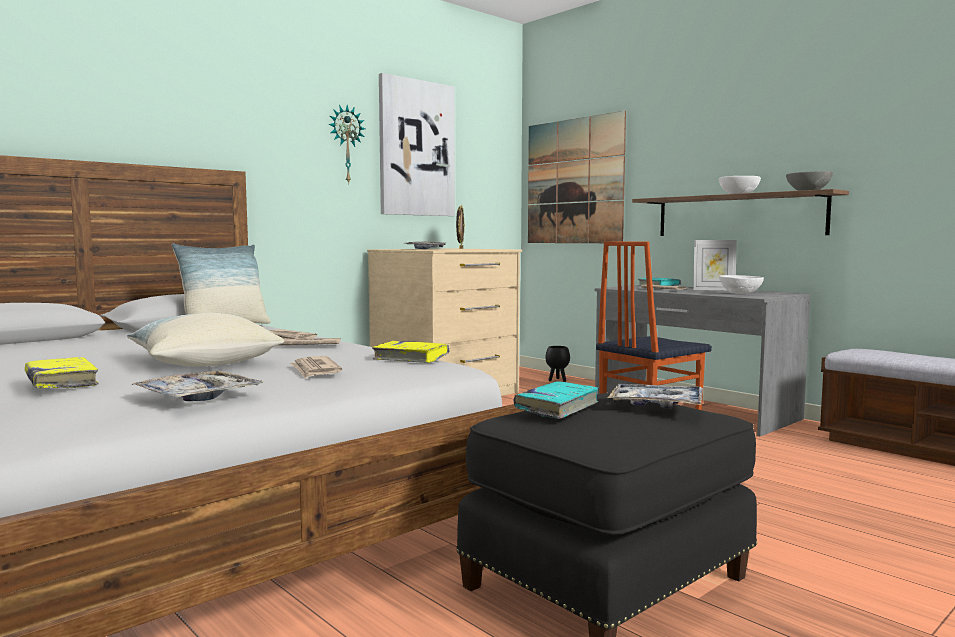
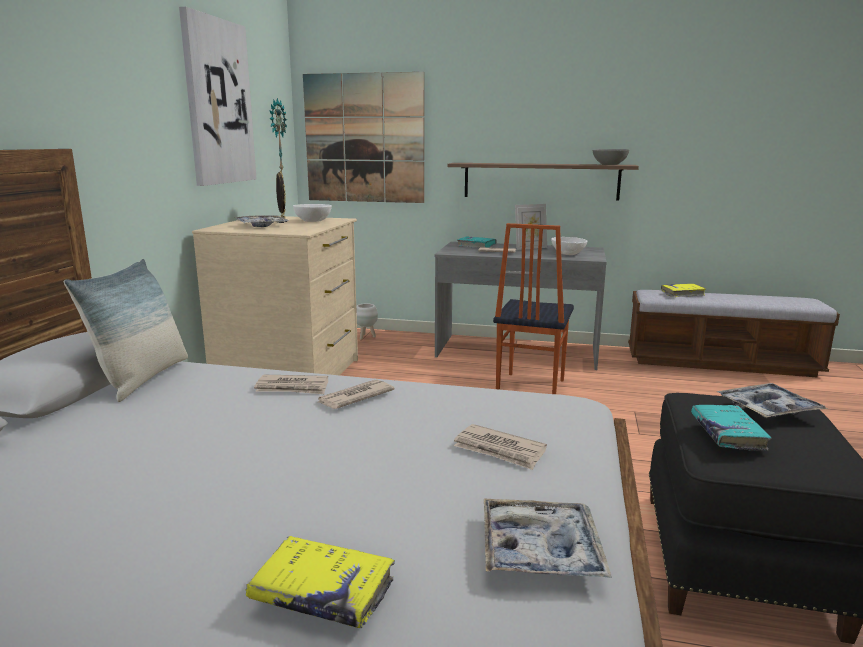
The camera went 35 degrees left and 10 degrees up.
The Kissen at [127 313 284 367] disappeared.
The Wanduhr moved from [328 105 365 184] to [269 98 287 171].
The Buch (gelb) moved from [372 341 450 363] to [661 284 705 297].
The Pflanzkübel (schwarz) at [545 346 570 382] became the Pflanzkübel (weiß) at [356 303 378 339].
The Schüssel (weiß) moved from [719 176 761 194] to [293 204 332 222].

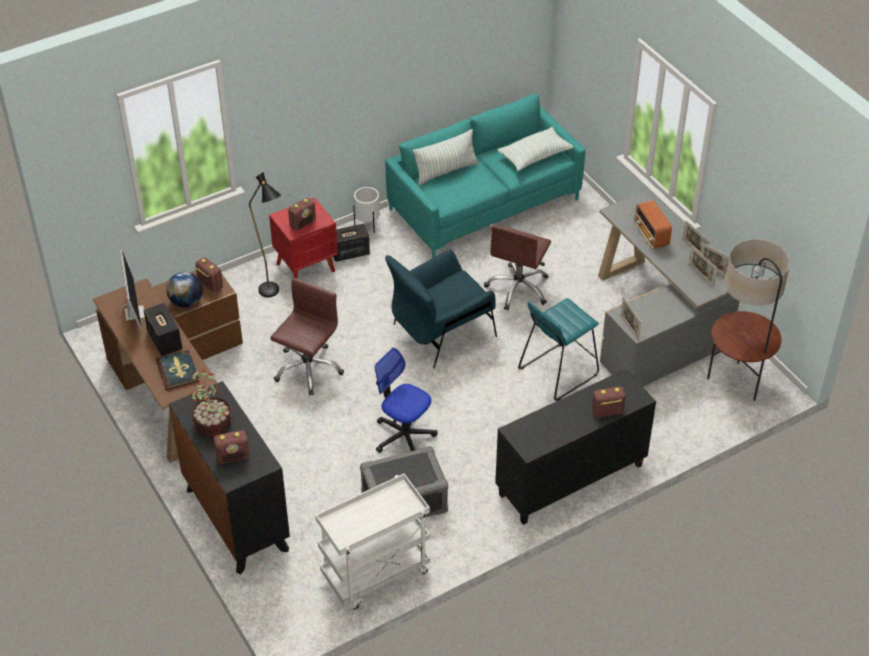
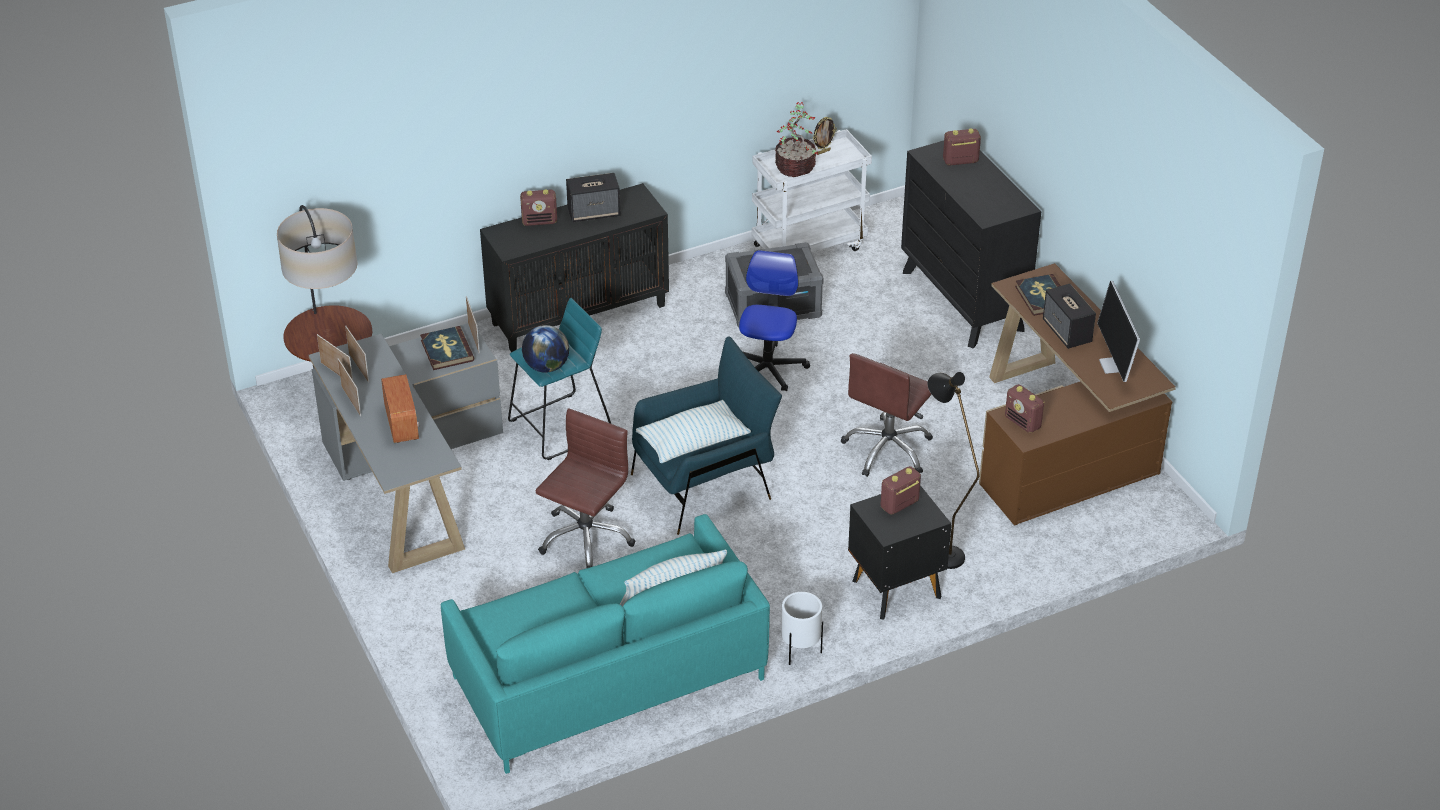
The camera went 175 degrees left and 5 degrees down.
The Globus moved from [166 272 203 308] to [522 325 569 373].
The Topfpflanze moved from [190 370 232 438] to [775 102 818 177].
The Nachttisch (rot) at [269 197 338 279] became the Nachttisch (schwarz) at [848 485 951 620].
The Lautsprecher moved from [333 224 370 262] to [566 173 620 222].
The Bürostuhl at [375 348 438 453] turned 120 degrees counterclockwise.
The Kissen moved from [497 127 574 171] to [636 400 751 463].
The Buch at [420 326 474 370] appeared.
The Bilderrahmen at [813 117 837 155] appeared.

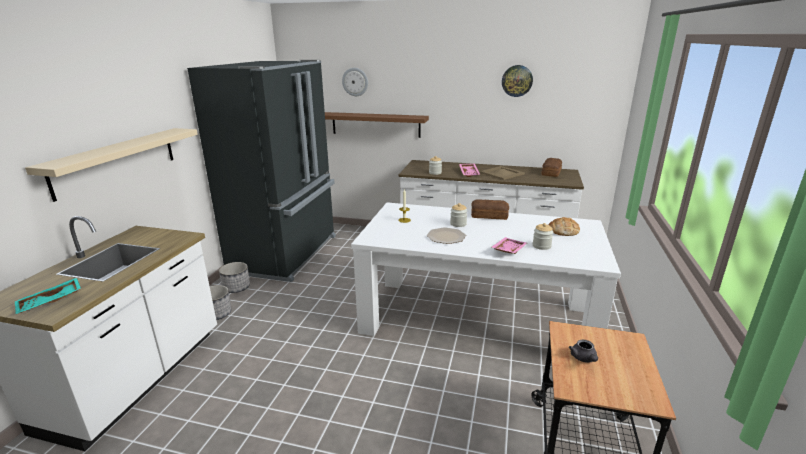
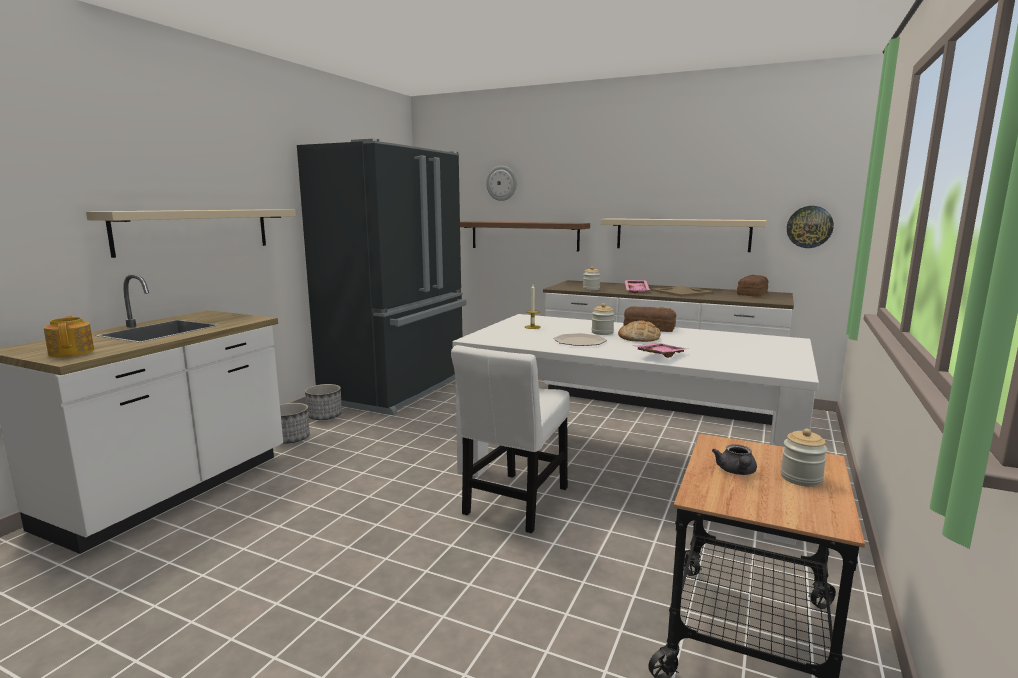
The camera went 10 degrees right and 10 degrees down.
The Tablett (türkis) at [15 278 81 314] was replaced by the Teekanne at [44 316 94 357].
The Wanduhr moved from [502 65 533 97] to [787 206 834 248].
The Vorratsglas moved from [533 223 553 250] to [780 428 828 487].
The Brot moved from [548 217 580 236] to [618 320 661 342].
The Stuhl (weiß) at [451 345 570 533] appeared.
The Wandregal (beige) at [601 218 767 252] appeared.

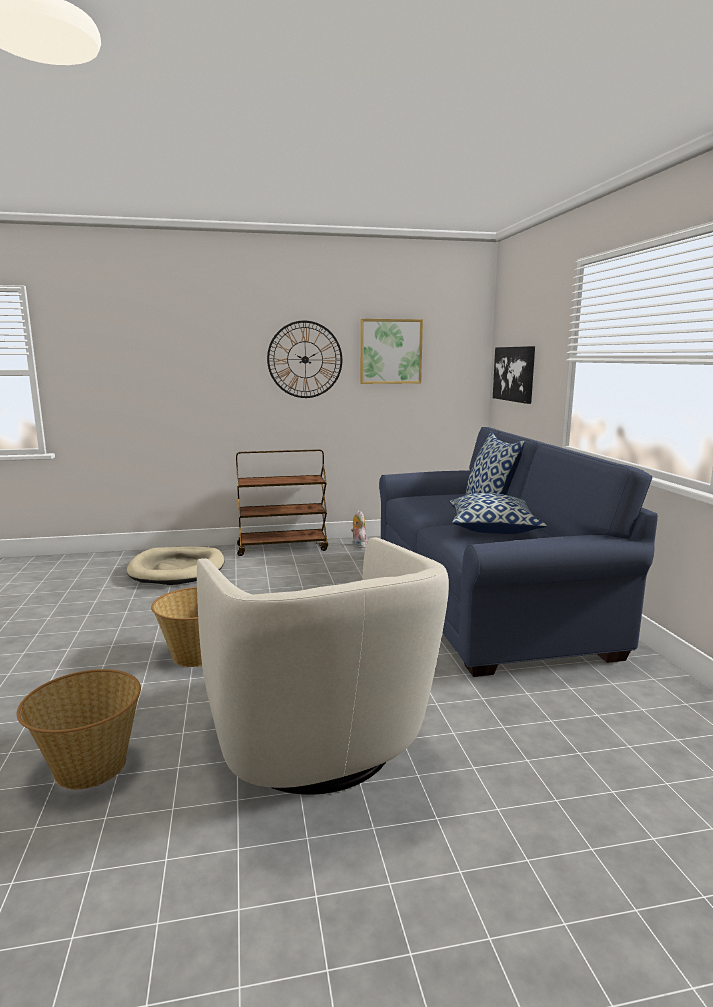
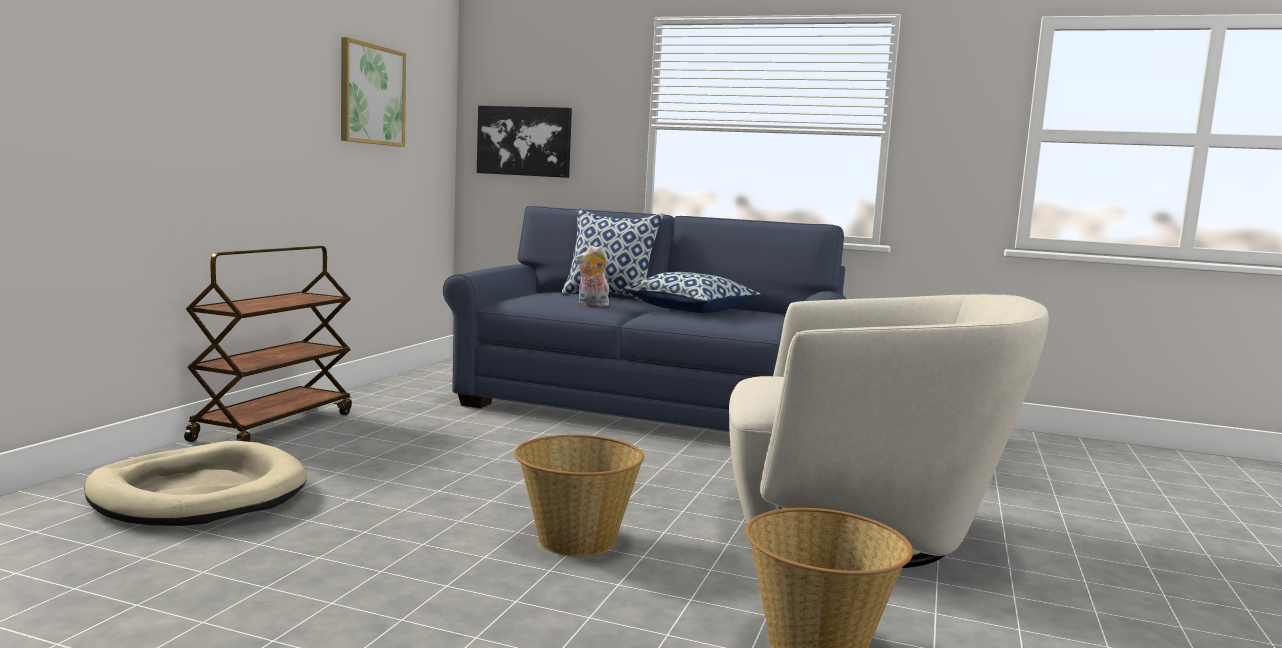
The camera went 60 degrees left and 5 degrees down.
The Wanduhr at [267 321 342 398] disappeared.
The Plüschtier moved from [351 510 367 548] to [575 246 609 307].

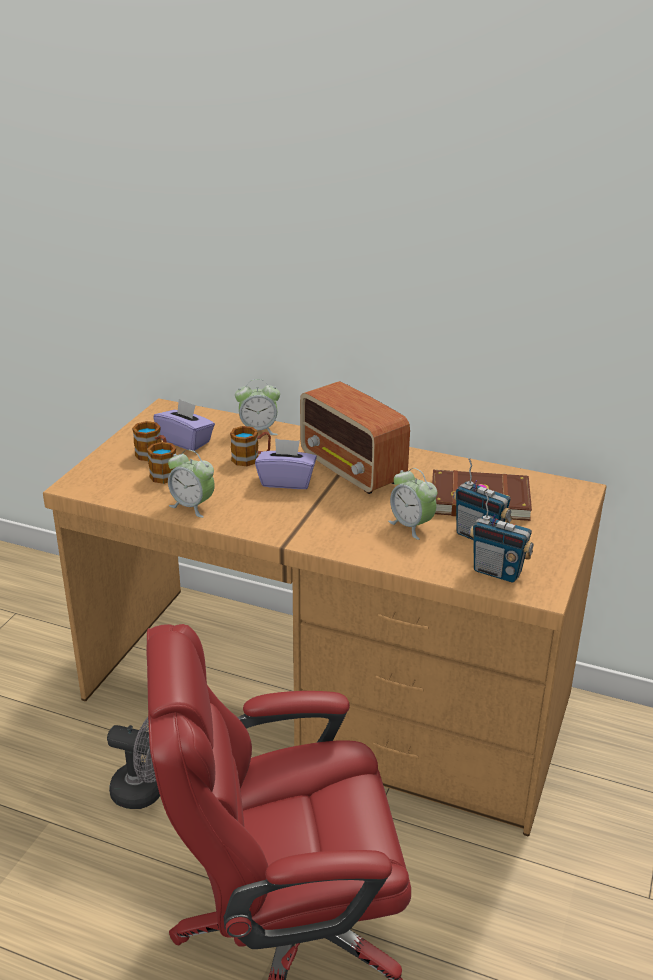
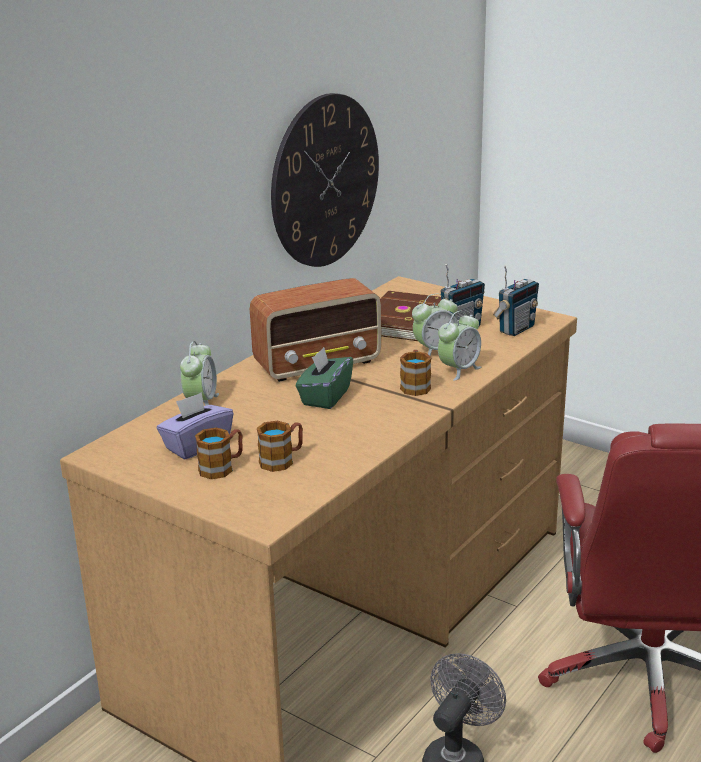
The camera went 75 degrees left and 5 degrees down.
The Wecker moved from [168 449 215 518] to [438 311 481 381].
The Henkelbecher moved from [230 426 271 466] to [400 350 431 396].
The Taschentuchbox (lila) at [255 438 317 489] became the Taschentuchbox (grün) at [296 347 353 409].
The Wanduhr at [271 93 379 267] appeared.

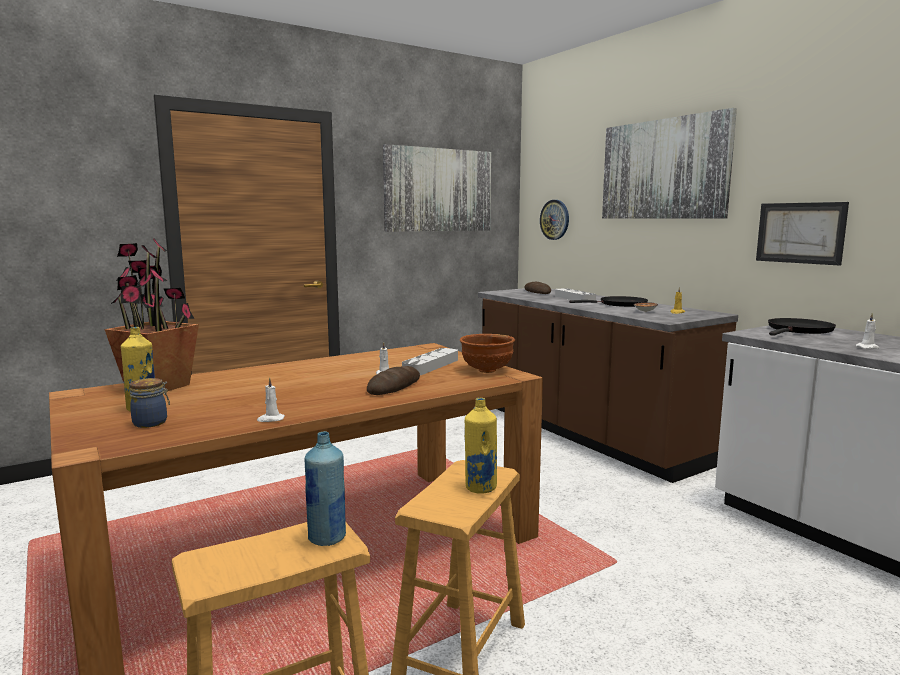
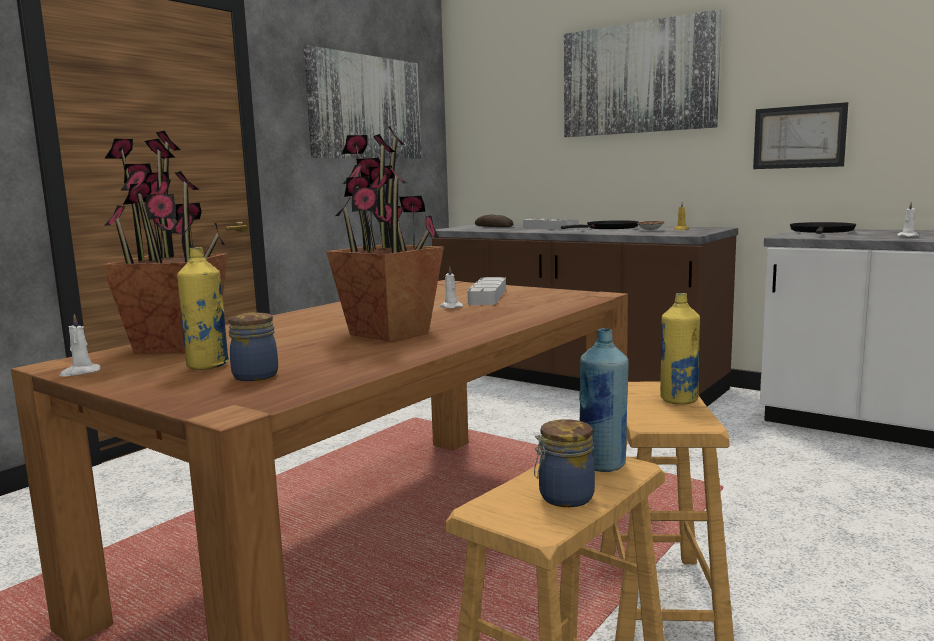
The camera went 20 degrees left and 0 degrees up.
The Kerze (weiß) moved from [257 377 285 422] to [59 314 101 377].
The Brot at [367 366 420 395] disappeared.
The Schüssel (braun) at [460 334 515 373] disappeared.
The Wanduhr at [540 200 569 240] disappeared.
The Topfpflanze at [326 126 444 341] appeared.
The Vorratsglas at [534 419 595 507] appeared.

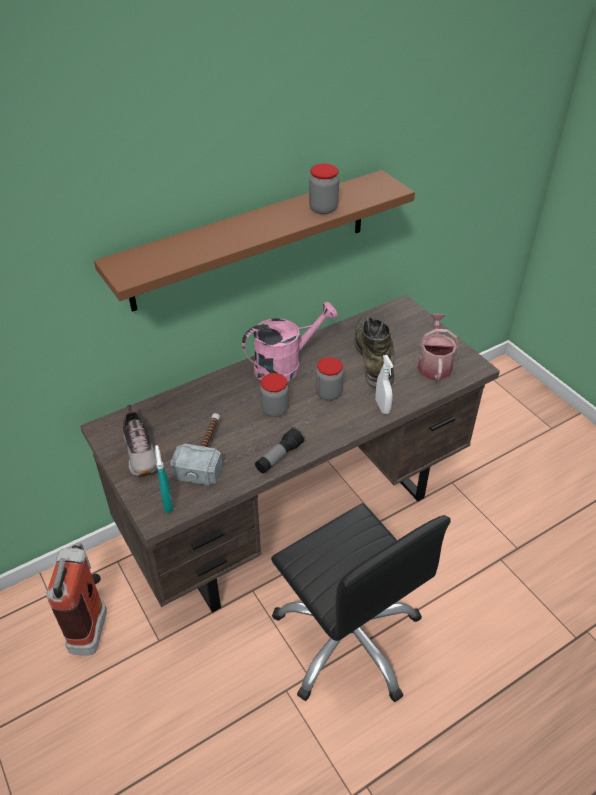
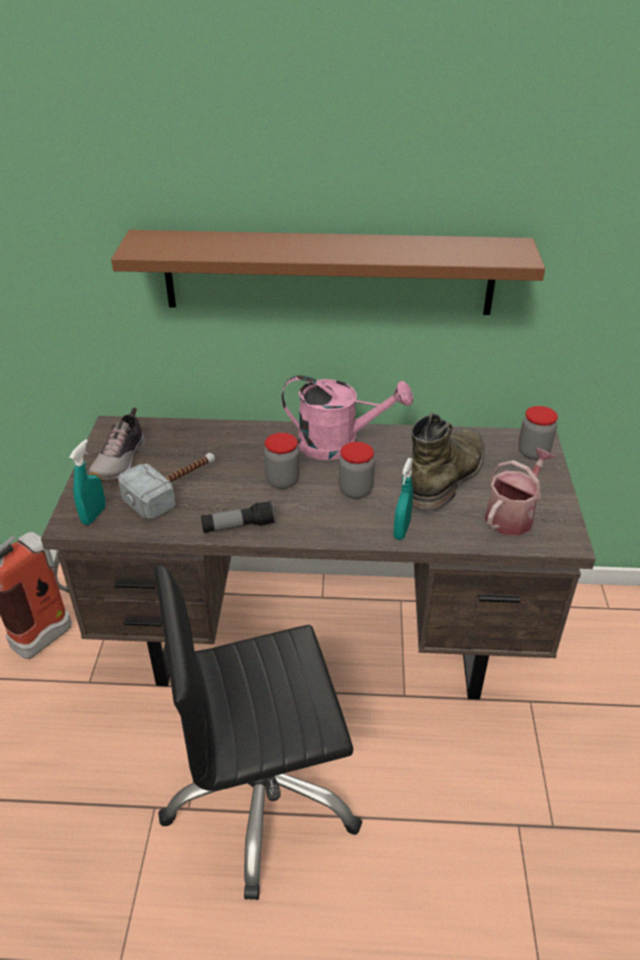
The camera went 35 degrees right and 5 degrees down.
The Bürostuhl (schwarz) at [271 503 451 702] turned 75 degrees clockwise.
The Vorratsglas moved from [309 164 339 214] to [518 406 558 460].
The Sprühflasche (weiß) at [376 355 393 414] became the Sprühflasche (türkis) at [393 458 413 540].

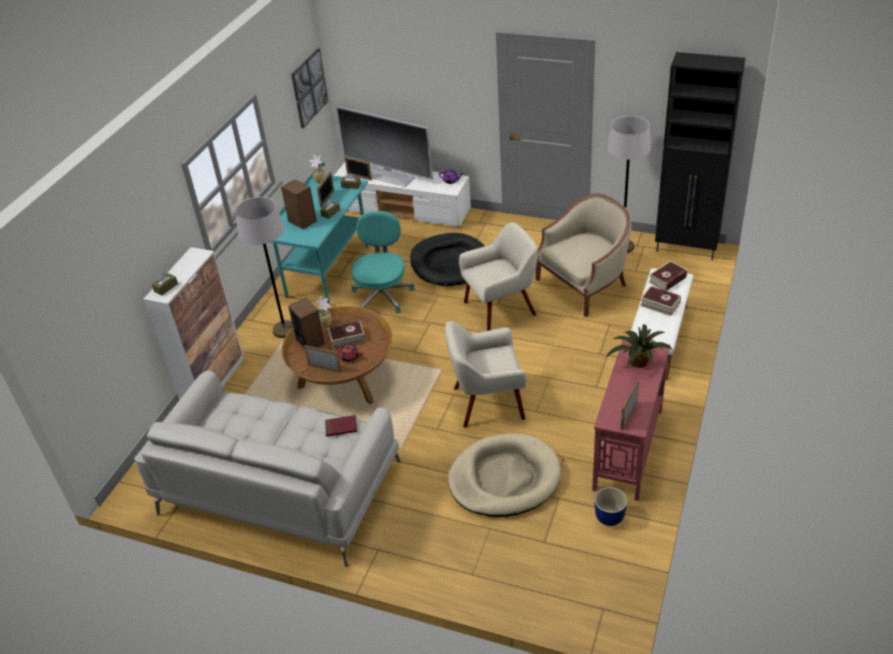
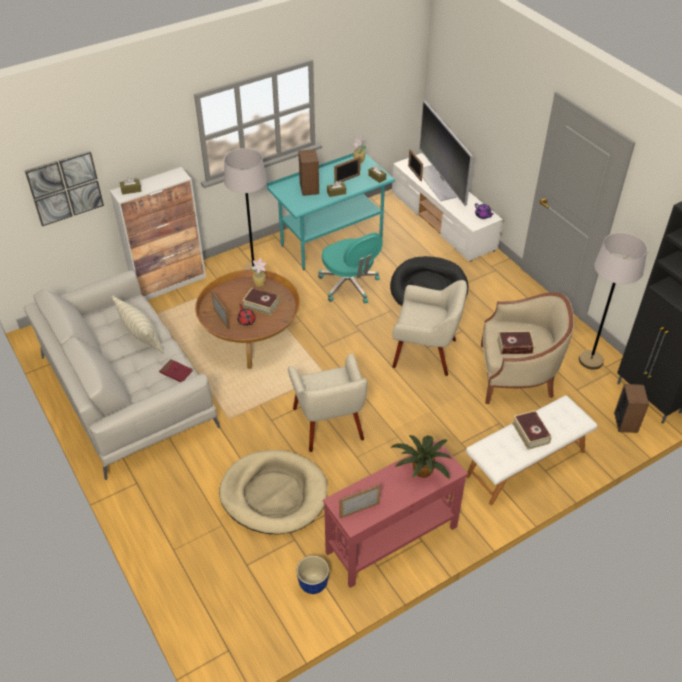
The camera went 35 degrees right and 5 degrees up.
The Lautsprecher moved from [288 298 325 349] to [614 384 649 433].
The Bild moved from [291 48 328 128] to [25 151 104 226].
The Bürostuhl (türkis) at [351 211 415 314] turned 105 degrees clockwise.
The Sessel (beige) at [445 321 526 428] turned 135 degrees counterclockwise.
The Buch moved from [649 261 687 291] to [497 331 535 354].
The Kissen at [112 296 164 354] appeared.

